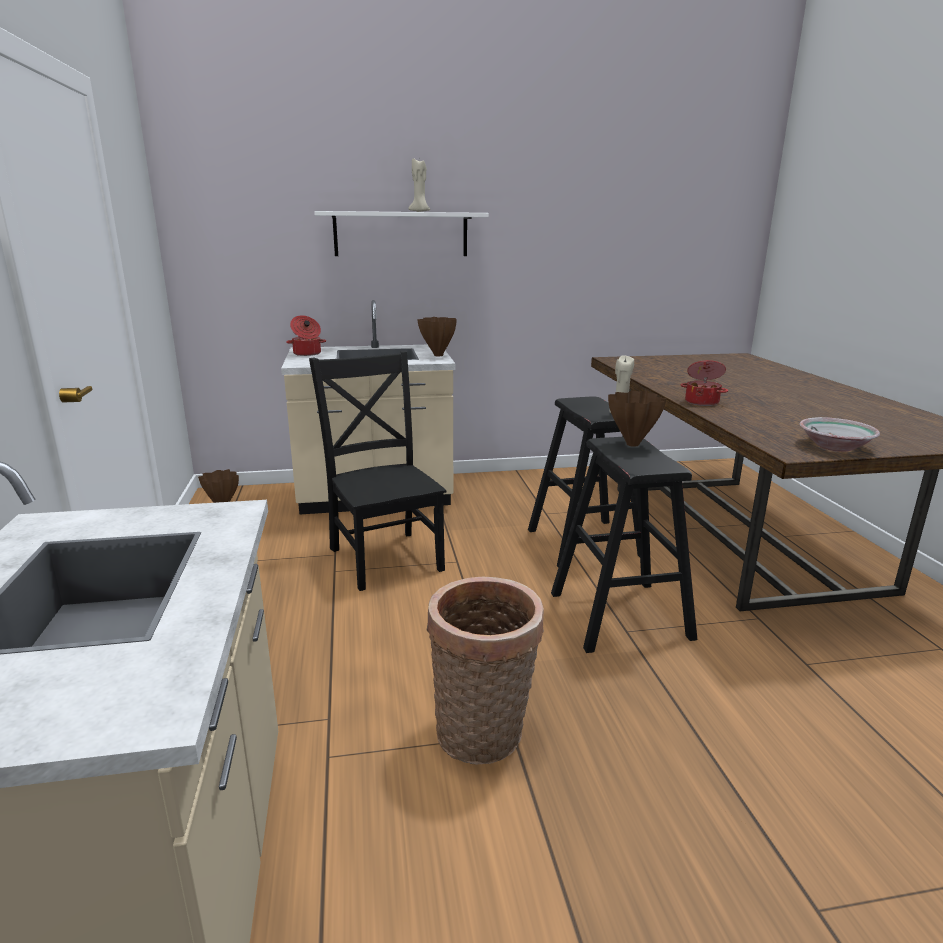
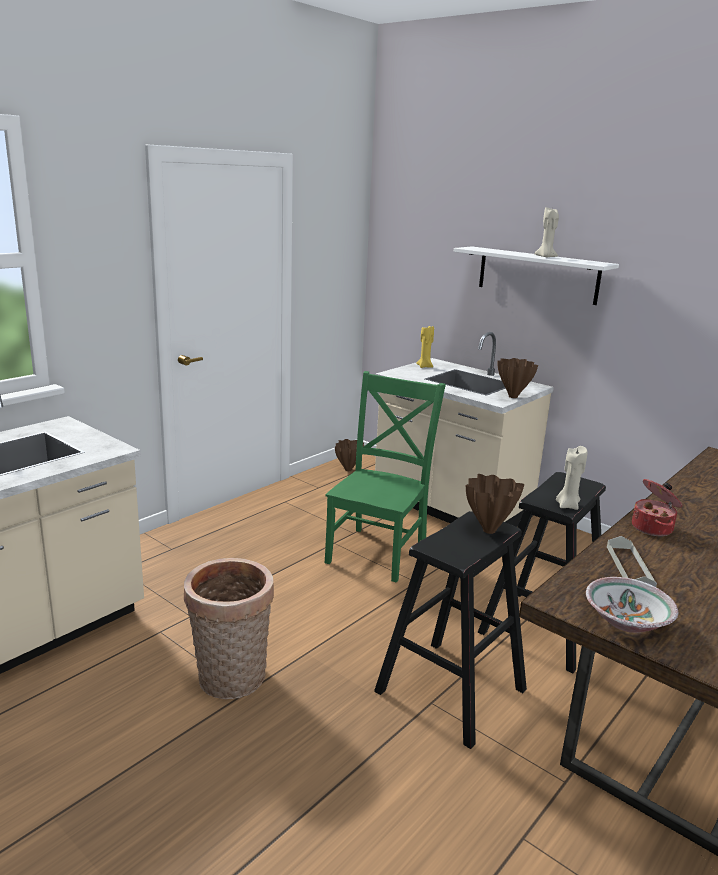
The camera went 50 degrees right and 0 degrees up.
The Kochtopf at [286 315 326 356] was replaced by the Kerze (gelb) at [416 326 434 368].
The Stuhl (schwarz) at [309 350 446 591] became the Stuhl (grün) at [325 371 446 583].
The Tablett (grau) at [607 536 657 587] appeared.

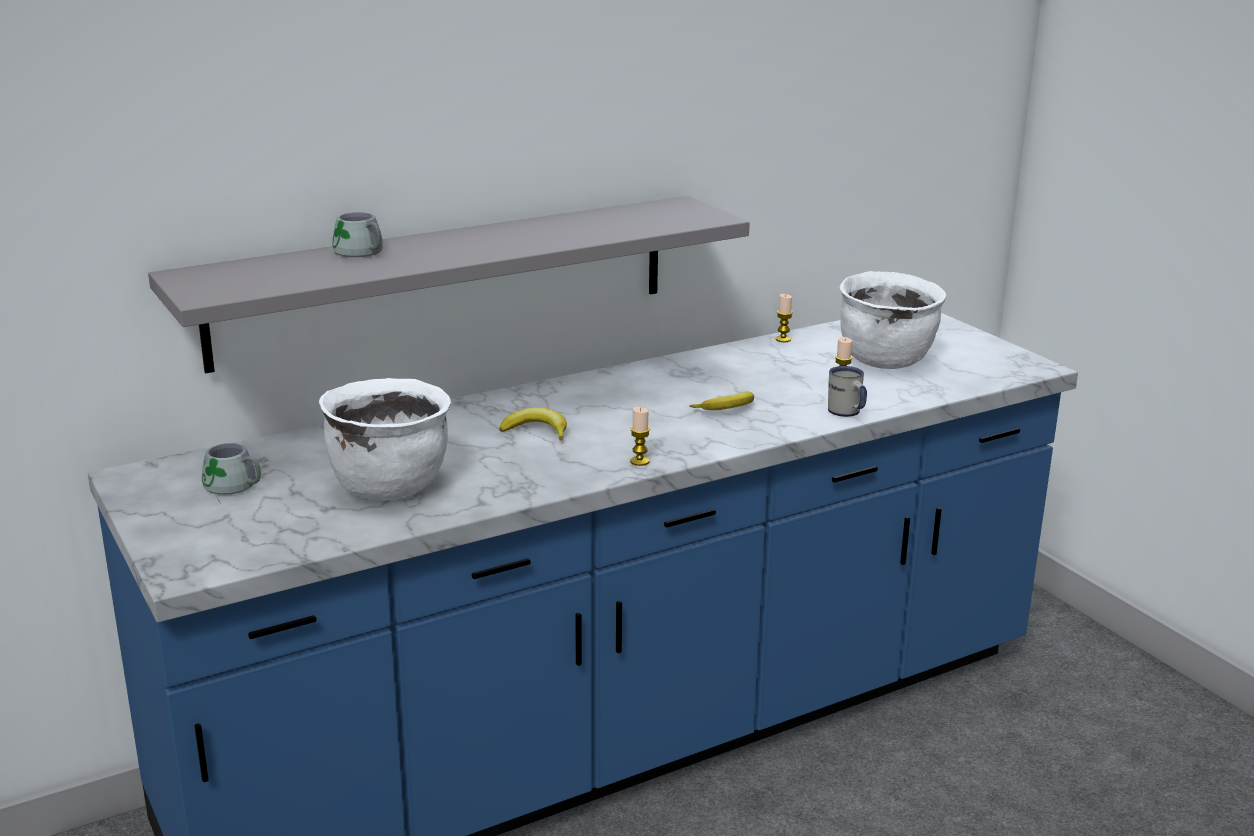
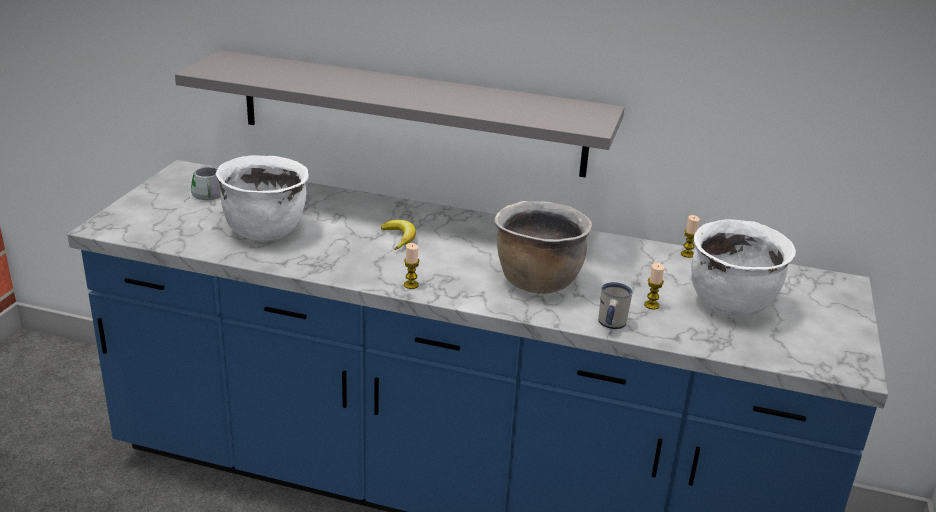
The camera went 45 degrees right and 5 degrees up.
The Henkelbecher (grau) at [332 212 383 263] disappeared.
The Banane at [690 391 754 410] was replaced by the Kochtopf (braun) at [494 201 592 294].

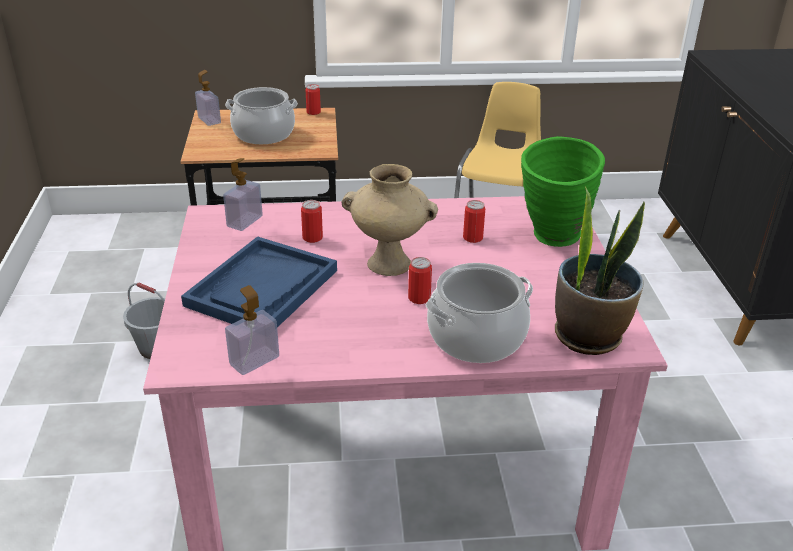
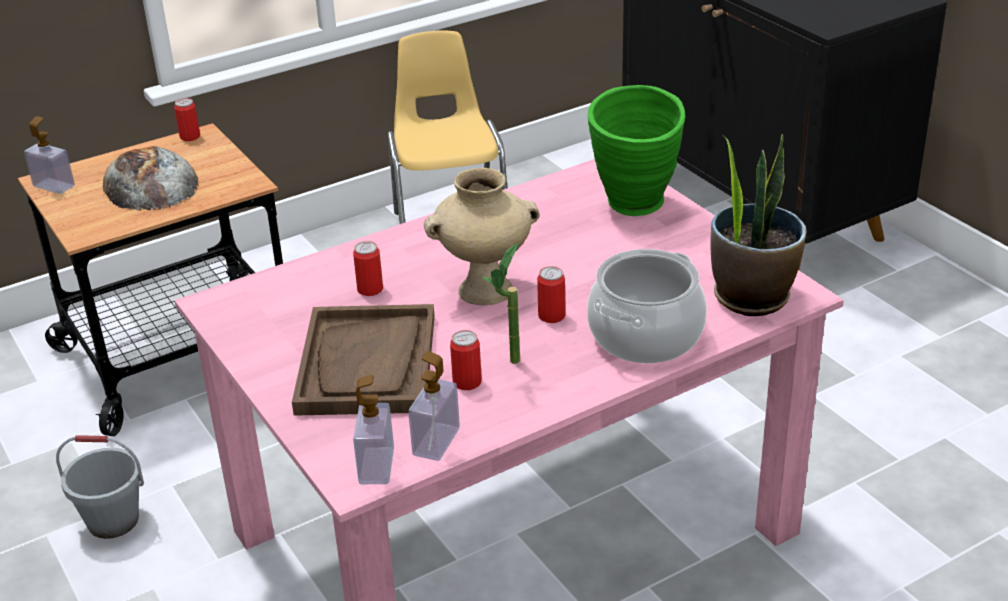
The camera went 25 degrees left and 0 degrees up.
The Tablett (blau) at [181 236 337 327] became the Tablett (braun) at [292 304 435 416].
The Seifenspender moved from [223 158 263 231] to [353 375 394 484].
The Kochtopf at [225 87 298 144] was replaced by the Brot at [103 146 199 211].
The Dose moved from [463 200 485 243] to [450 330 482 390].
The Topfpflanze at [482 242 520 364] appeared.

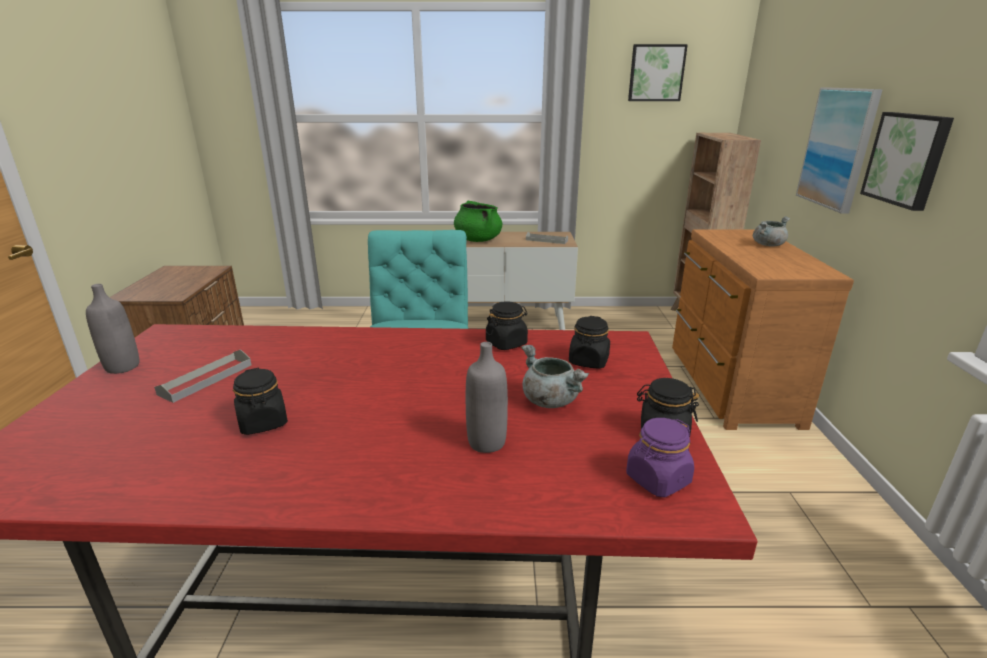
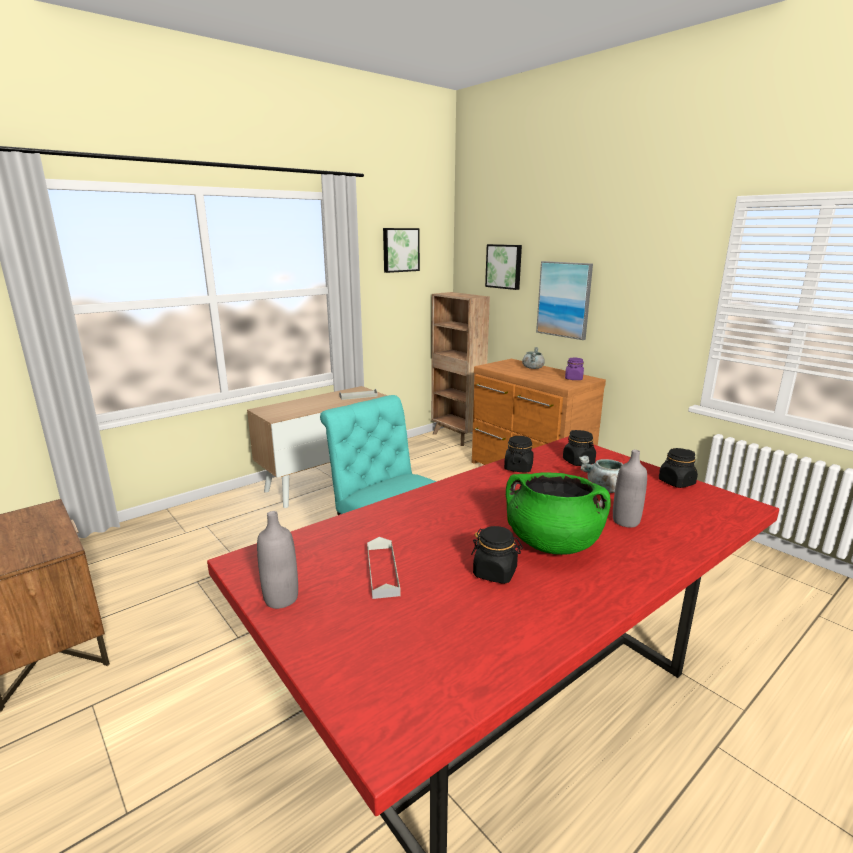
The camera went 40 degrees left and 5 degrees down.
The Kochtopf (grün) moved from [454 200 502 242] to [506 472 611 555].
The Vorratsglas (lila) moved from [626 418 694 497] to [565 358 584 380].
The Bild moved from [860 112 954 211] to [485 244 522 290].

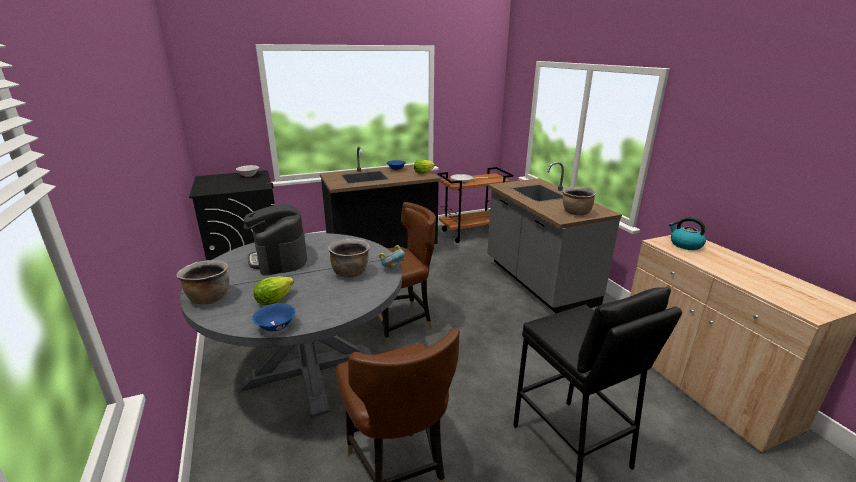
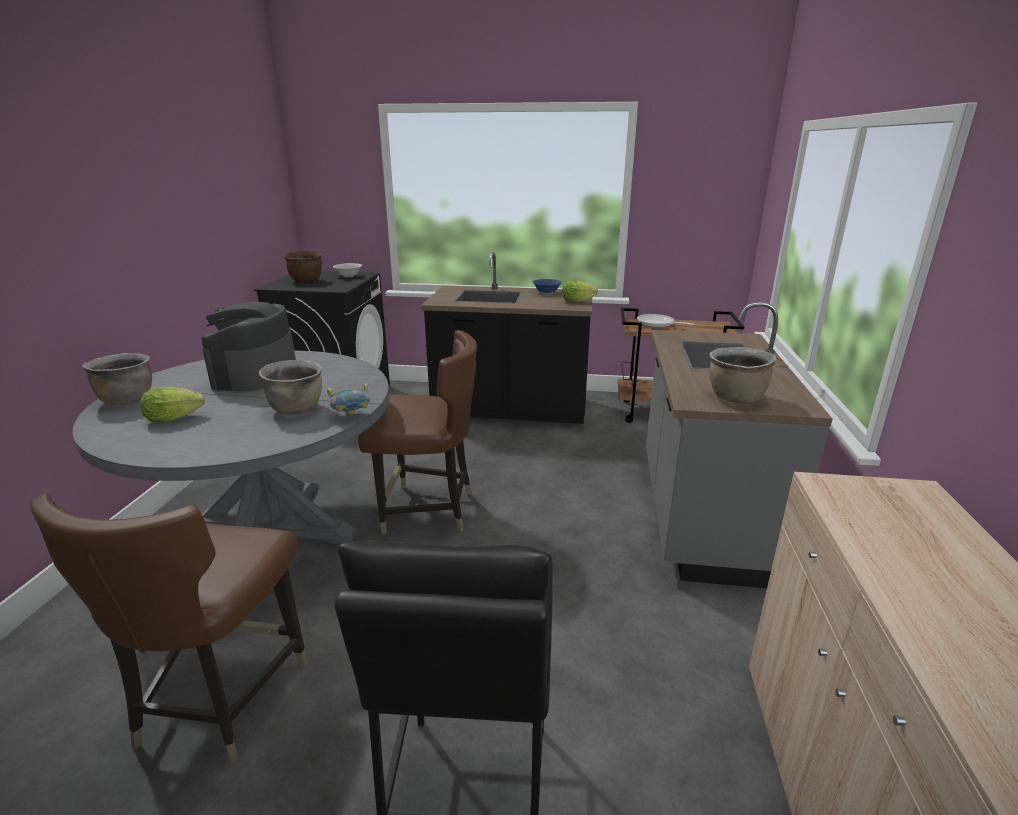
The camera went 30 degrees right and 0 degrees up.
The Schüssel (blau) at [252 303 296 332] disappeared.
The Wasserkessel at [669 217 706 250] disappeared.
The Kochtopf (braun) at [284 251 322 282] appeared.

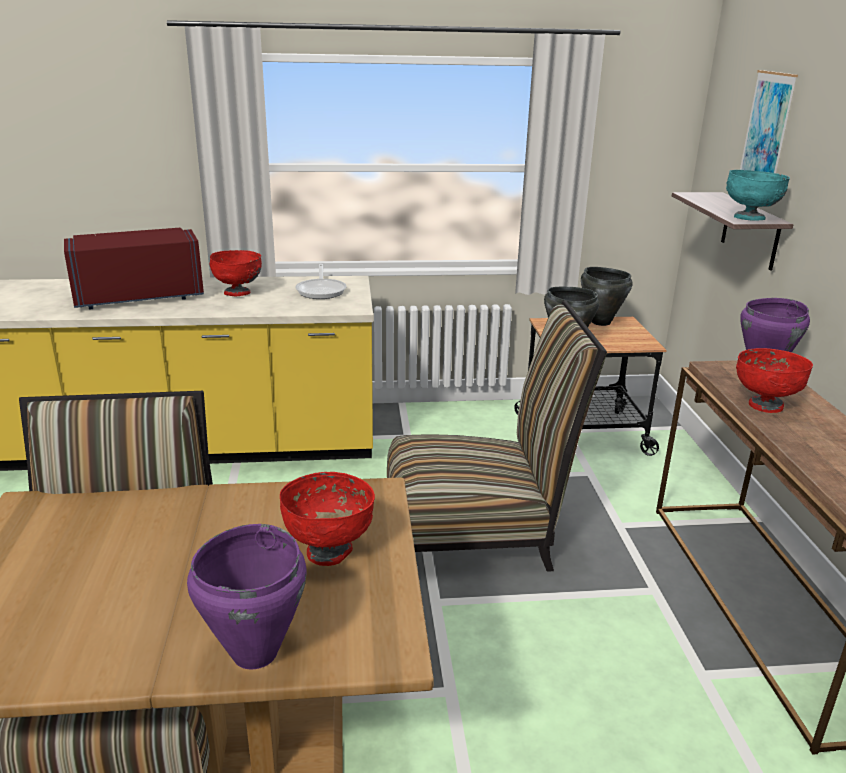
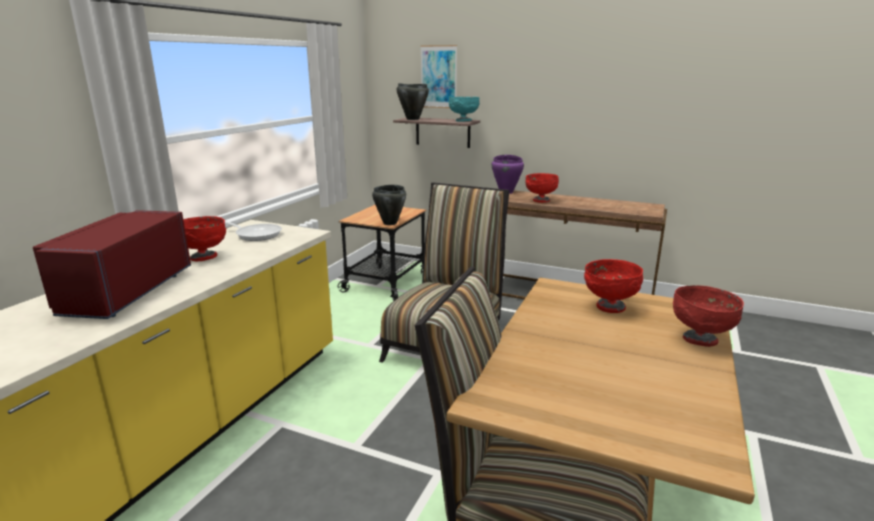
The camera went 60 degrees left and 5 degrees down.
The Kochtopf (lila) at [187 524 307 669] was replaced by the Schüssel (rot) at [673 285 744 347].
The Kochtopf (schwarz) moved from [581 267 633 326] to [397 83 429 120].

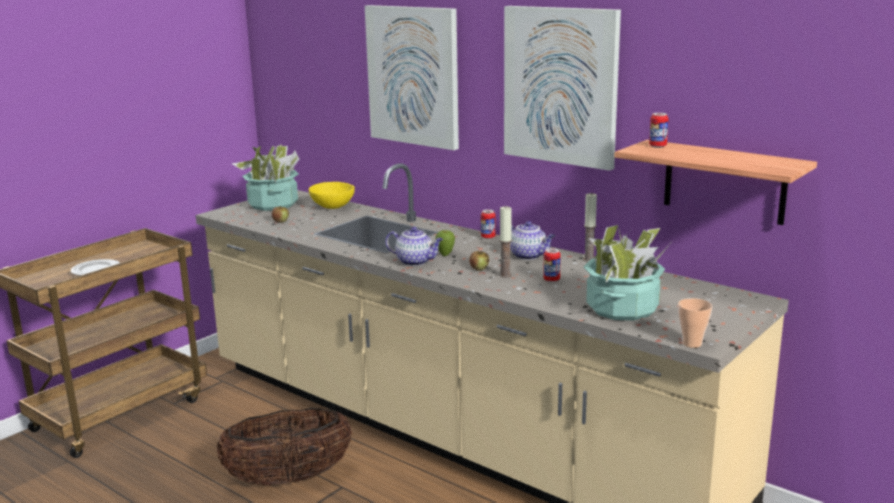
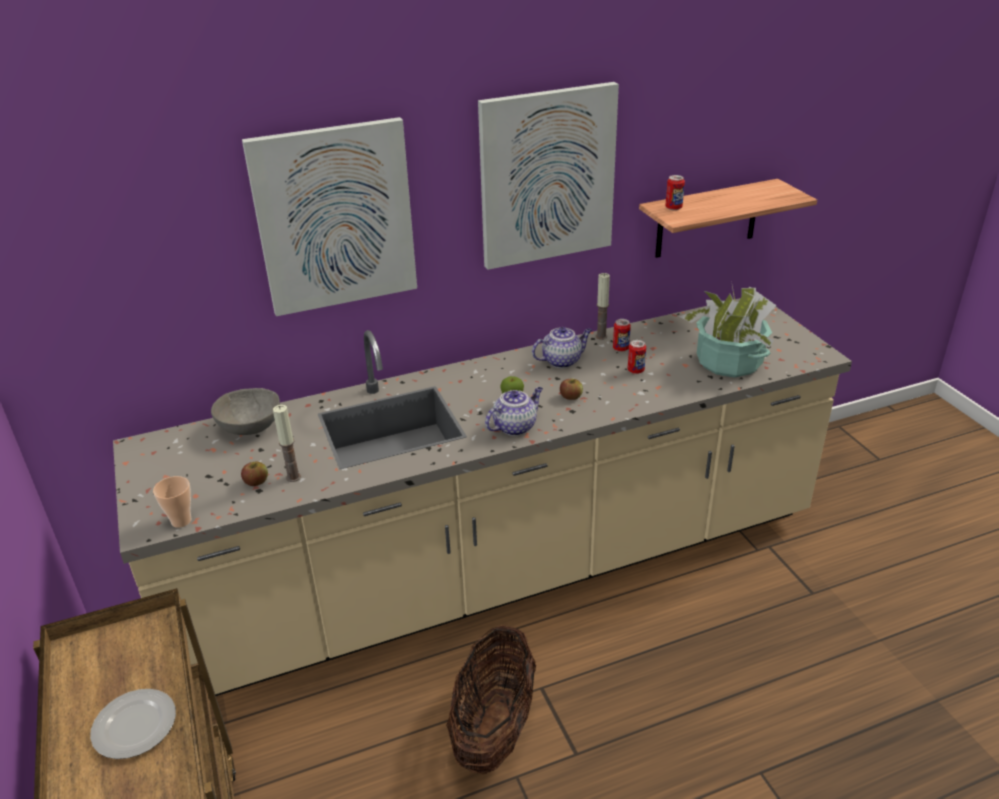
The camera went 60 degrees left and 15 degrees up.
The Topfpflanze at [232 145 299 211] disappeared.
The Schüssel (gelb) at [309 182 355 209] became the Schüssel (grau) at [211 388 280 435].
The Dose moved from [481 210 495 239] to [613 319 631 352].
The Kerze moved from [499 206 512 278] to [273 405 301 482].
The Tasse moved from [678 298 712 348] to [153 476 191 528].

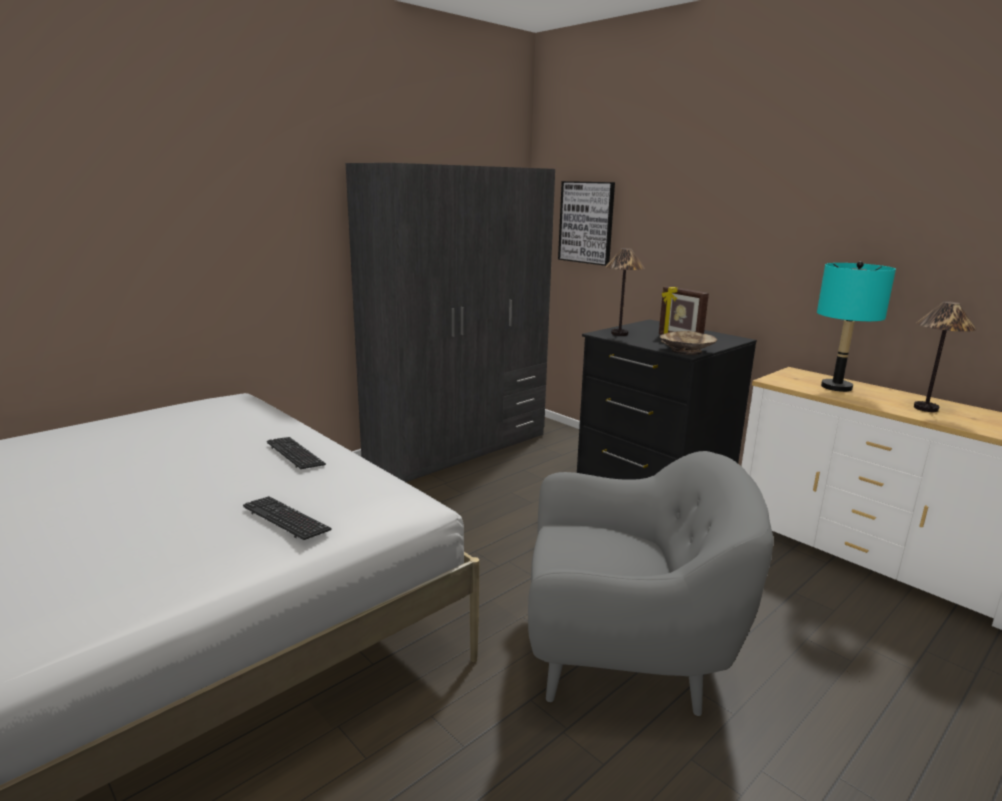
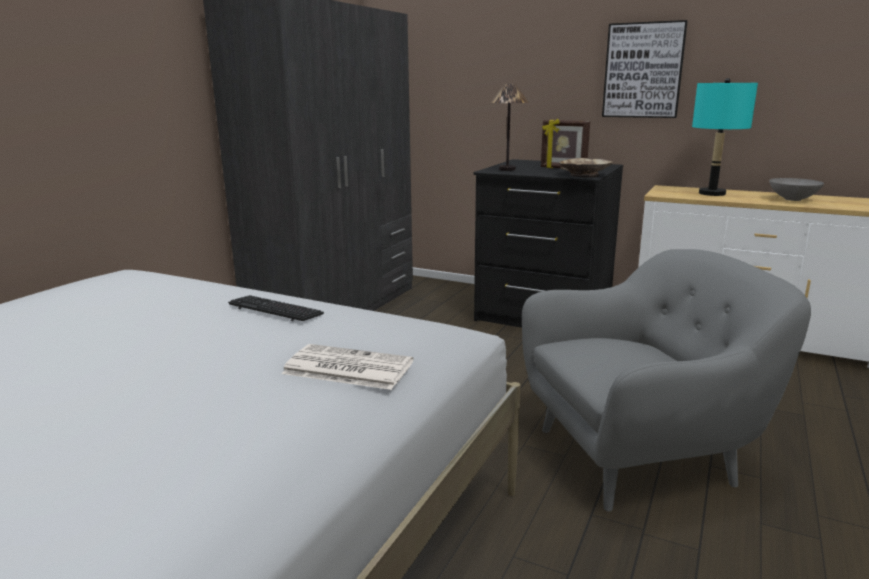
The camera went 20 degrees left and 0 degrees up.
The Tastatur at [243 496 331 540] was replaced by the Zeitung at [281 344 413 390].
The Bild moved from [558 181 615 266] to [602 20 688 118].
The Tischlampe at [914 301 977 412] was replaced by the Schüssel (grau) at [769 178 824 201].

